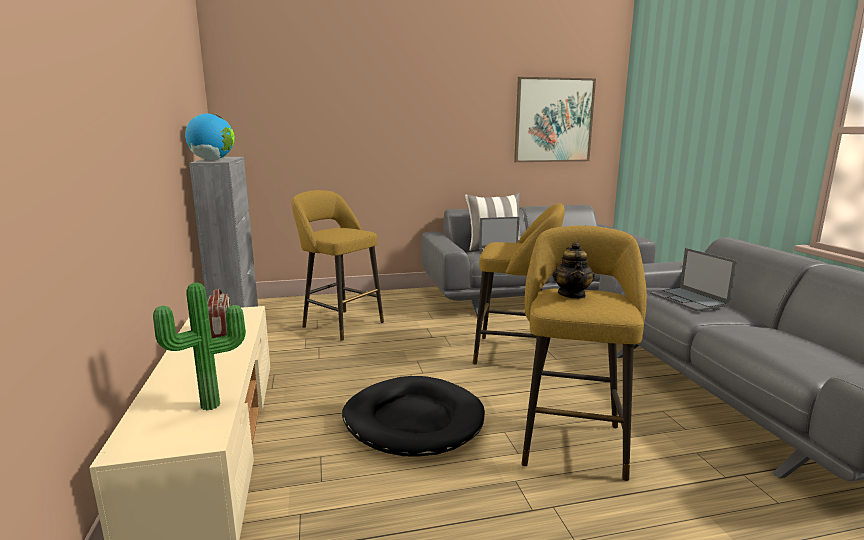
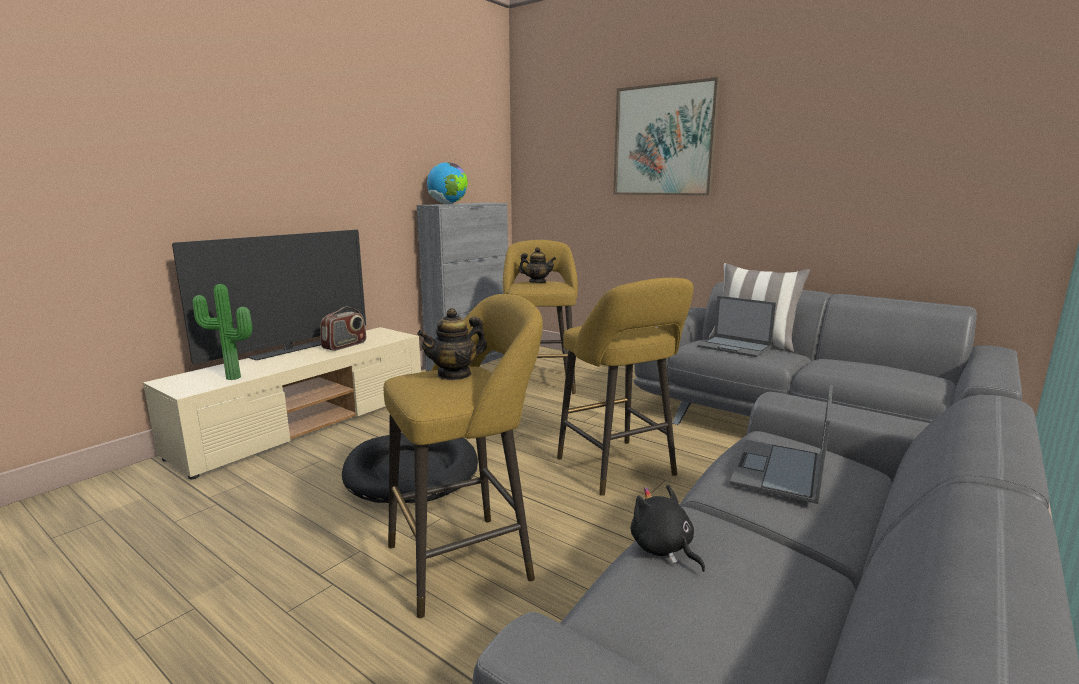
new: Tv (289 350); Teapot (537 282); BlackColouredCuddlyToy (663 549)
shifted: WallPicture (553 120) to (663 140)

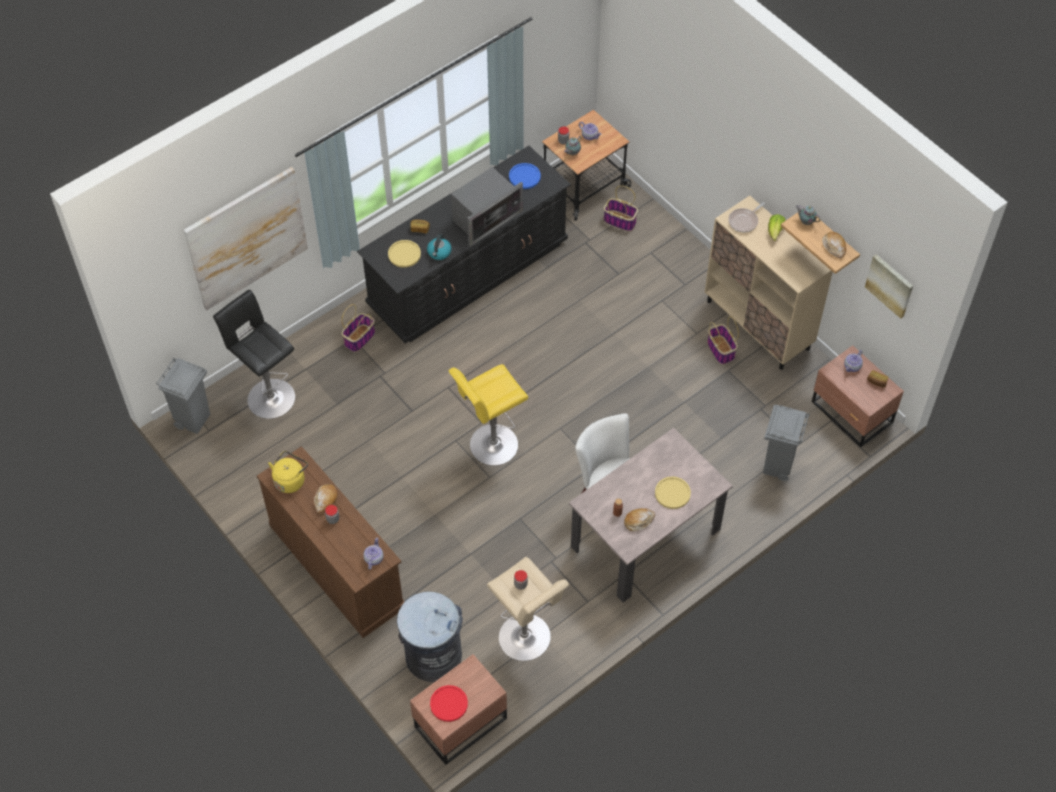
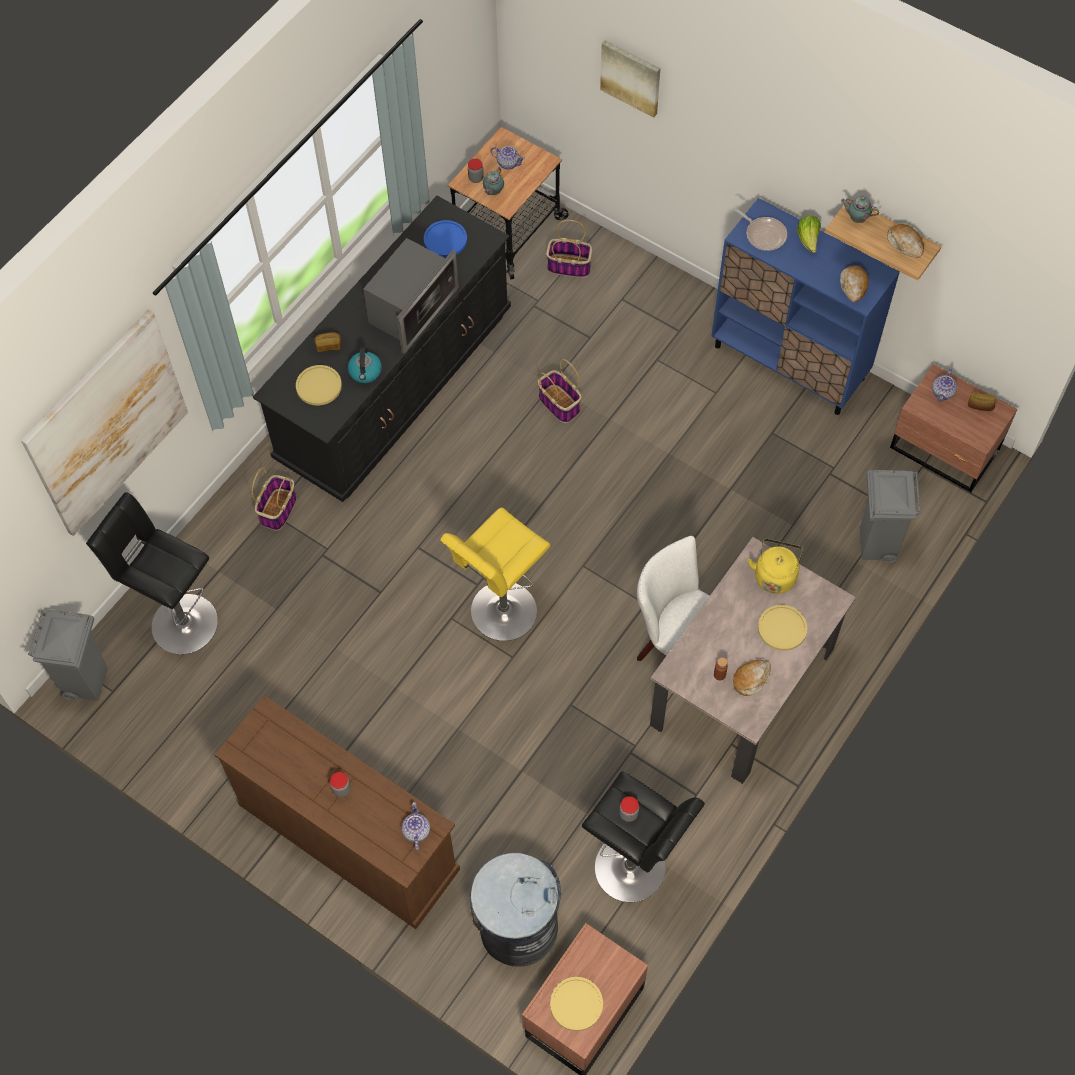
shifted: StorageBasket (721 350) to (560 404); WallPicture (890 285) to (631 77); YellowTeaKettle (290 480) to (775 575); BakedBread (325 500) to (854 286)
repainted: ReddishDinnerPlate (449 704) to YellowDinnerPlate (576 1004); BeigeColouredSittingStool (527 640) to BlackColouredSittingStool (635 870); BeigeColouredStorageCabinet (758 325) to BlueColouredStorageCabinet (789 362)
rotated: FryingPan (744 221) = (764 234) 75 degrees counterclockwise

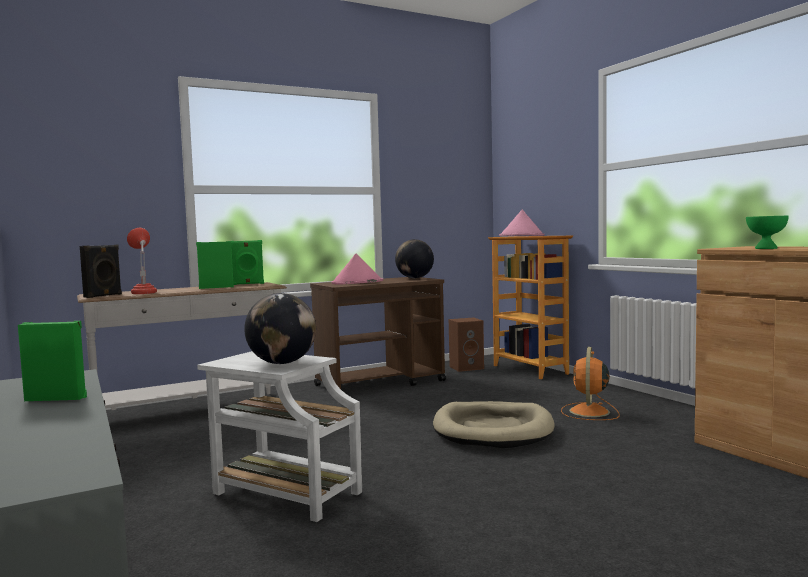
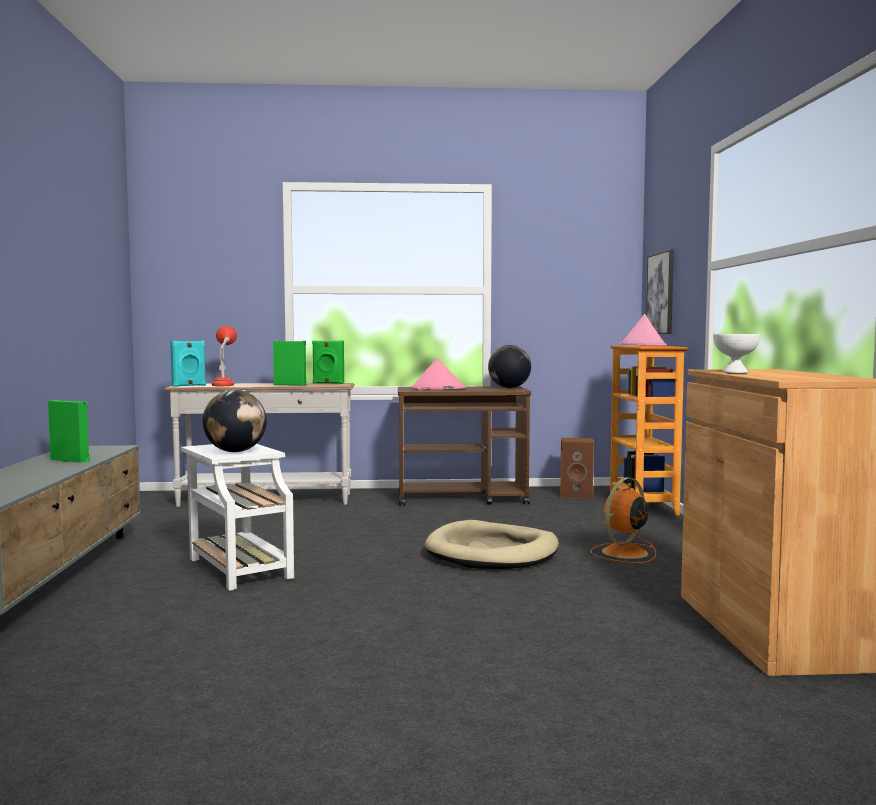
new: WallPicture (661 293)
repainted: BlackColouredLoudspeaker (103 296) to TurquoiseLoudspeaker (189 386); GreenColouredDeepDish (765 248) to WhiteColouredDeepDish (734 372)

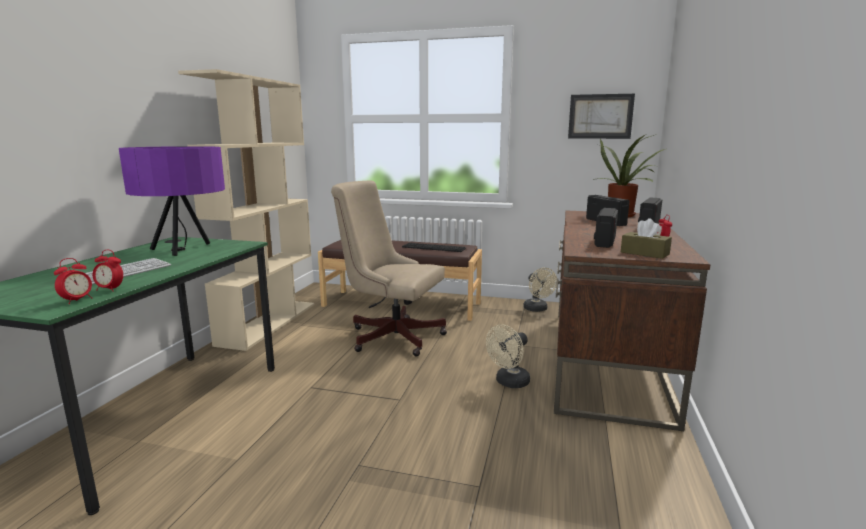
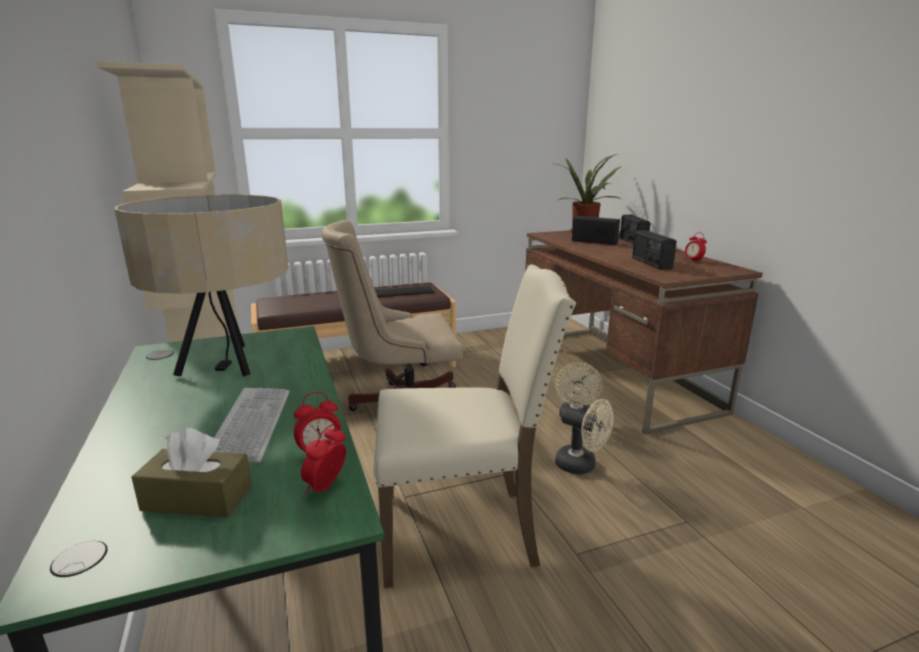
gone: WallPicture (600 116)
new: BeigeColouredUprightChair (461 530)
shifted: BrownishTissueHolder (644 253) to (197 498); BeigeColouredElectricFan (537 309) to (582 466)
repainted: PurplishTableLamp (185 249) to BeigeColouredTableLamp (227 363)
rotated: AlarmClock (77 300) = (326 488) 150 degrees counterclockwise

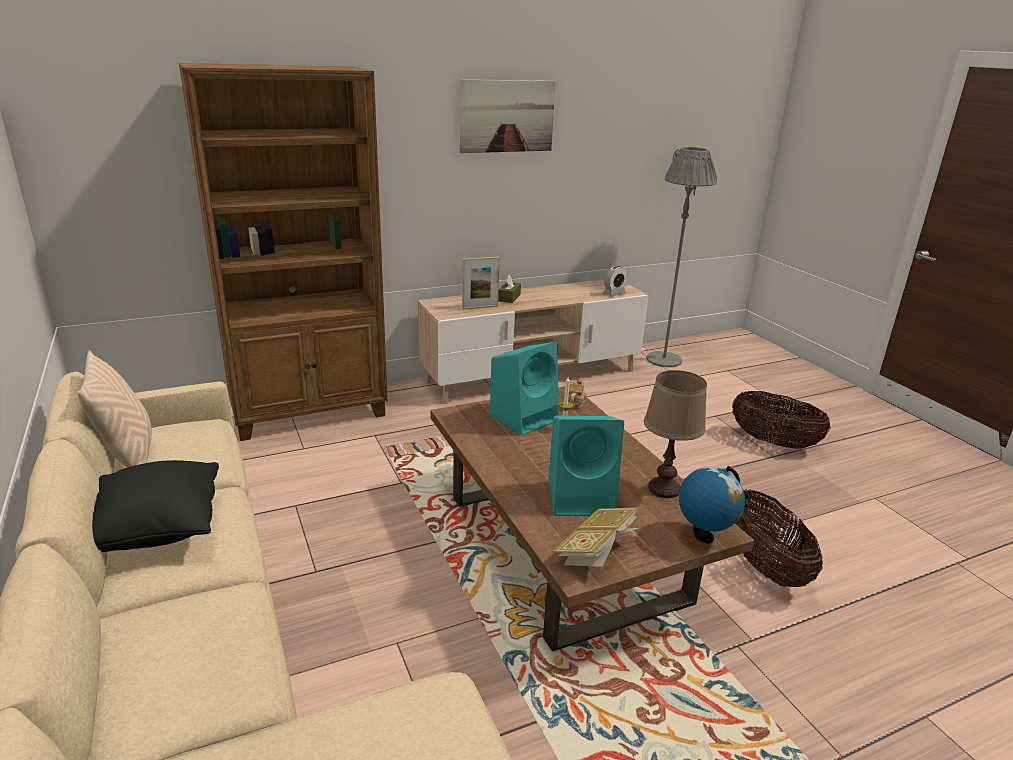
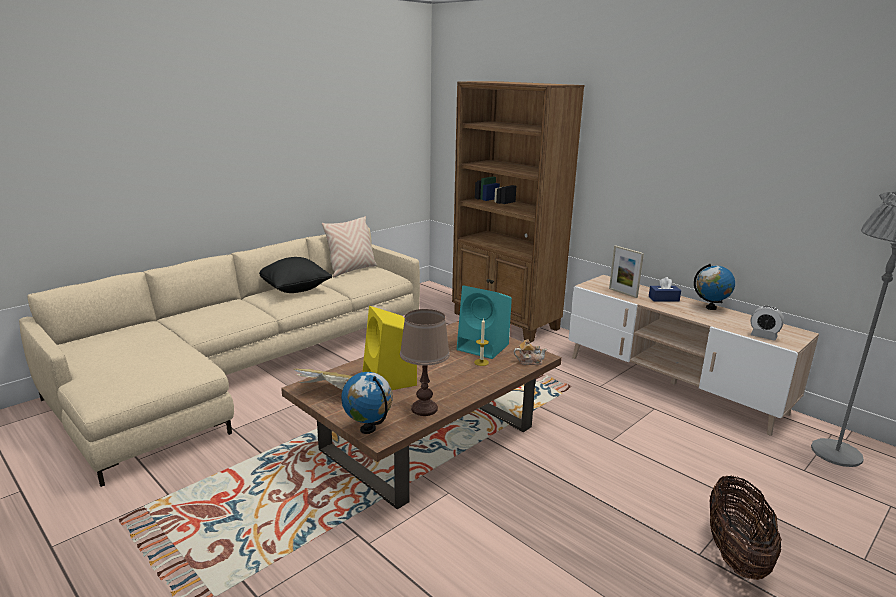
gone: WallPicture (507 116); StorageBasket (764 565)
new: WorldGlobe (711 308)
repainted: TurquoiseLoudspeaker (583 498) to YellowLoudspeaker (390 380); BrownishTissueHolder (509 298) to BlueColouredTissueHolder (663 299)

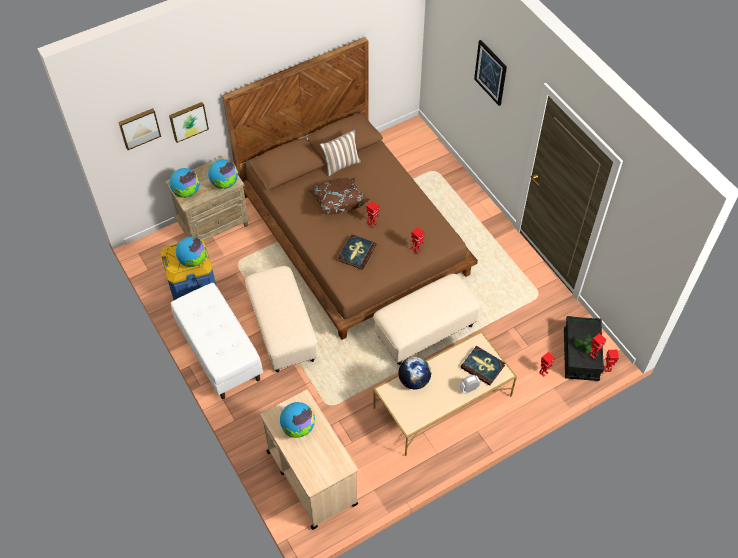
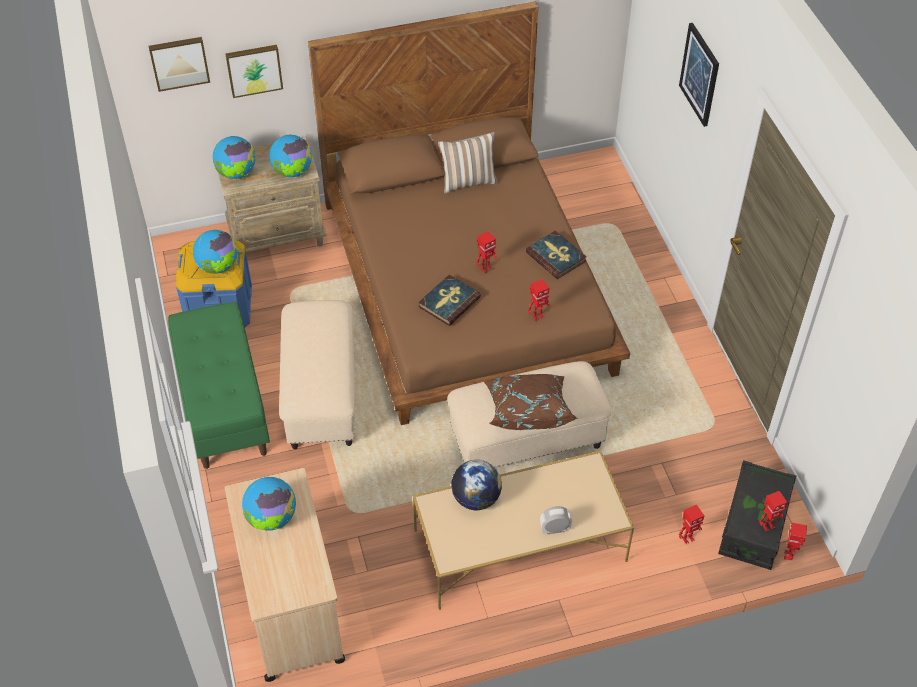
shifted: BrownishPillow (338 202) to (527 410); Book (482 366) to (556 257)
repainted: WhiteColouredLongSeat (219 353) to GreenColouredLongSeat (222 405)

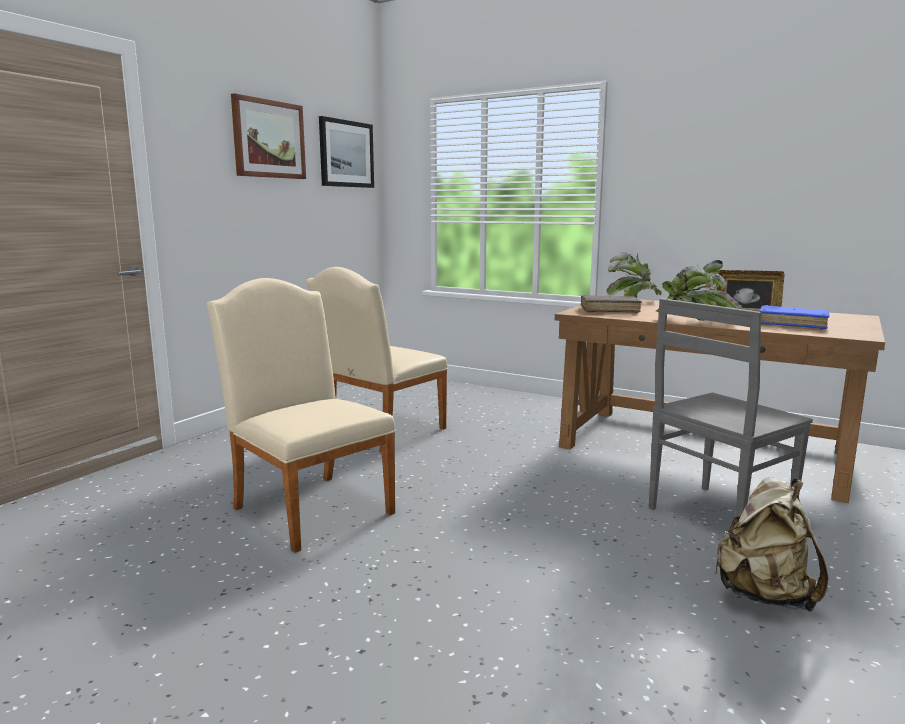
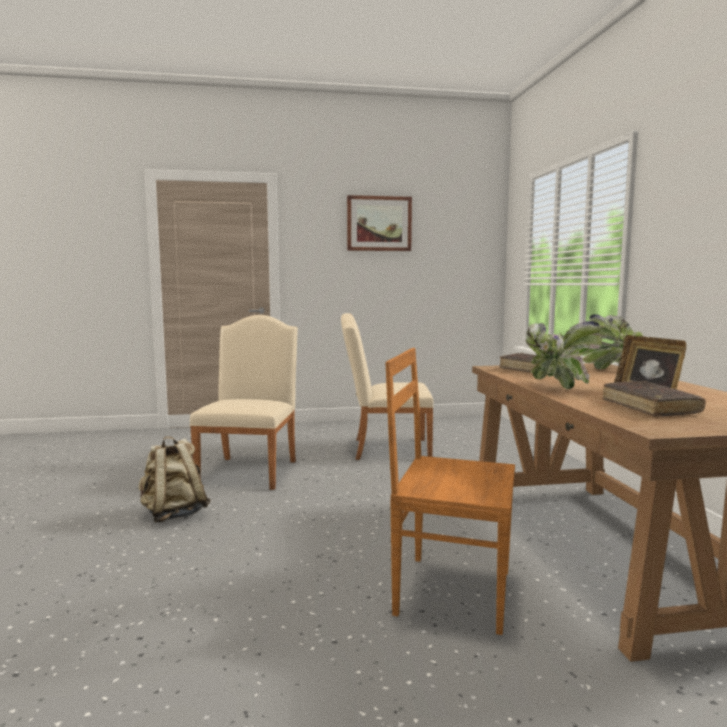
gone: WallPicture (346 154)
shifted: BeigeColouredBackpack (764 595) to (174 514)
repainted: GreyishUprightChair (716 517) to BrownishUprightChair (449 591); BlueColouredBook (792 324) to BrownishBook (649 407)

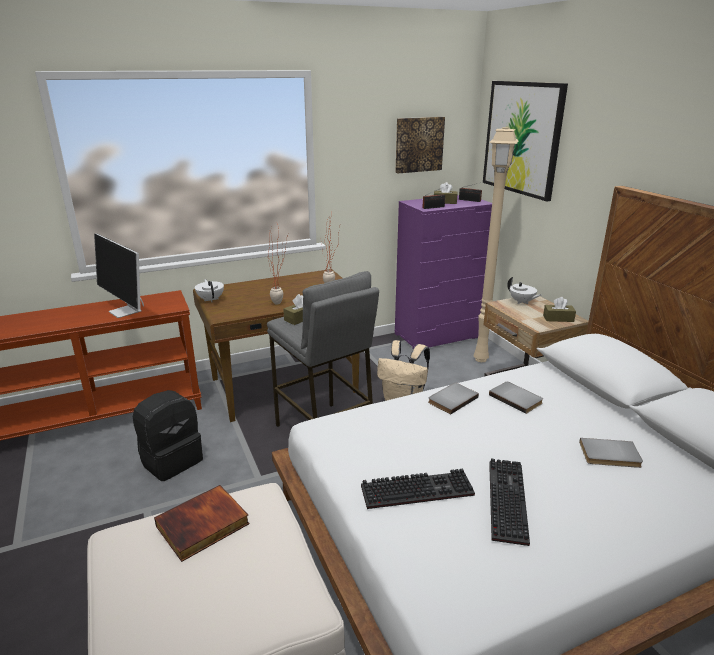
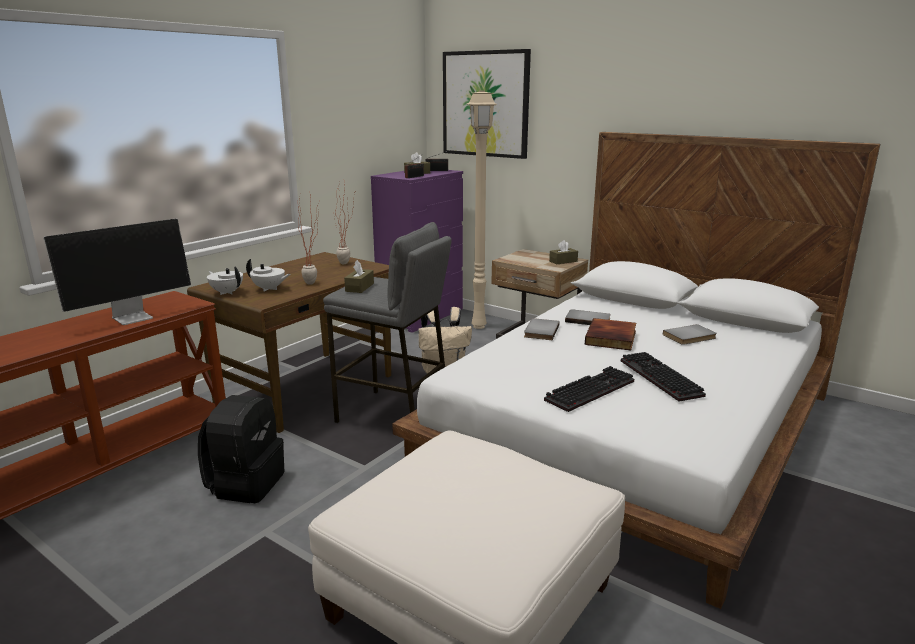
gone: WallPicture (418 144)
shifted: WhiteColouredTeapot (522 302) to (269 289); Book (203 526) to (612 338)
rotated: Monitor (126 311) = (133 317) 60 degrees counterclockwise

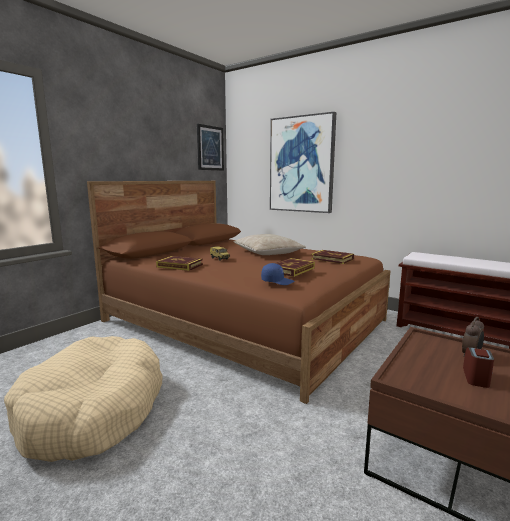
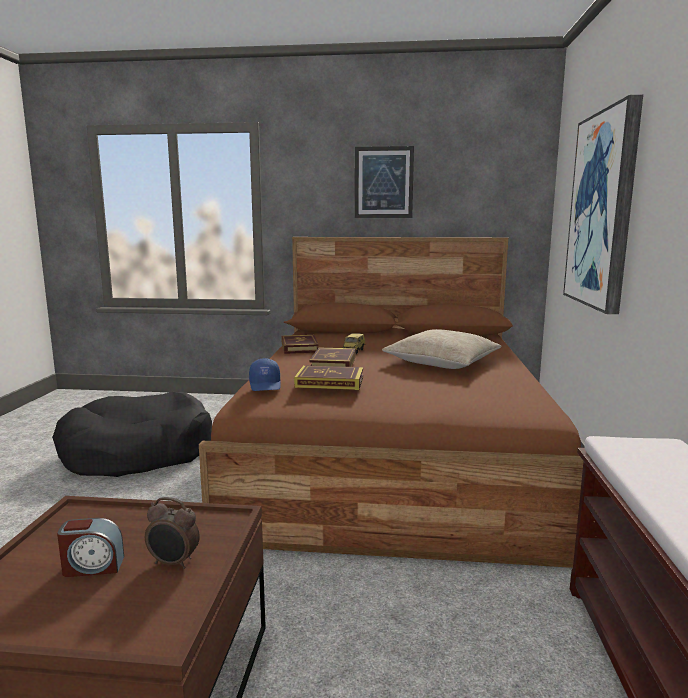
shifted: Book (332 259) to (333 363); WallPicture (210 148) to (383 182)
repainted: BeigeColouredDogCushion (93 410) to BlackColouredDogCushion (137 452)

